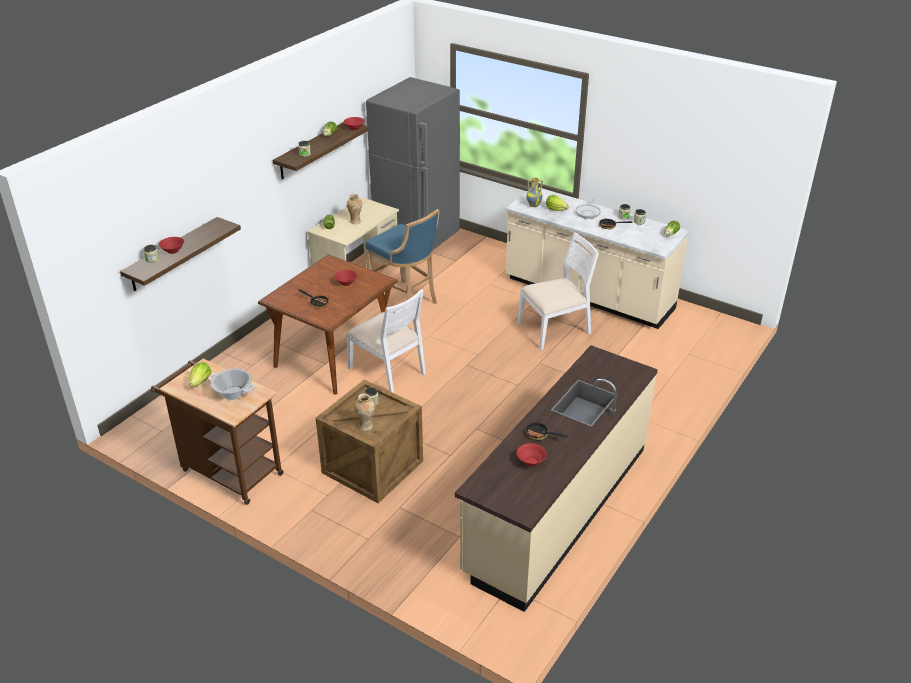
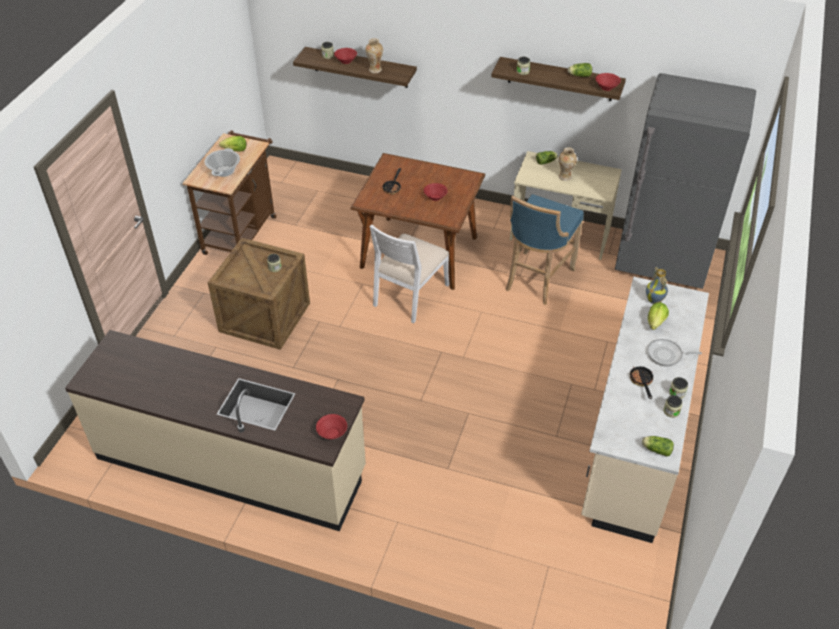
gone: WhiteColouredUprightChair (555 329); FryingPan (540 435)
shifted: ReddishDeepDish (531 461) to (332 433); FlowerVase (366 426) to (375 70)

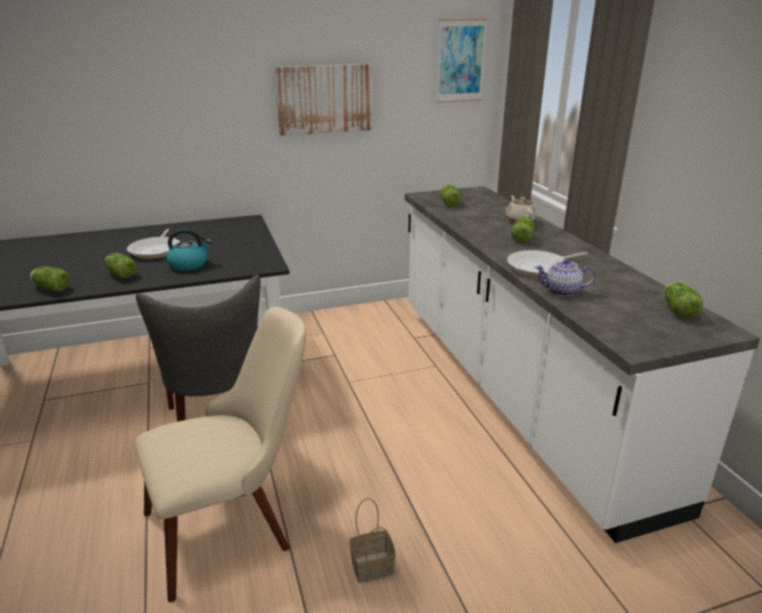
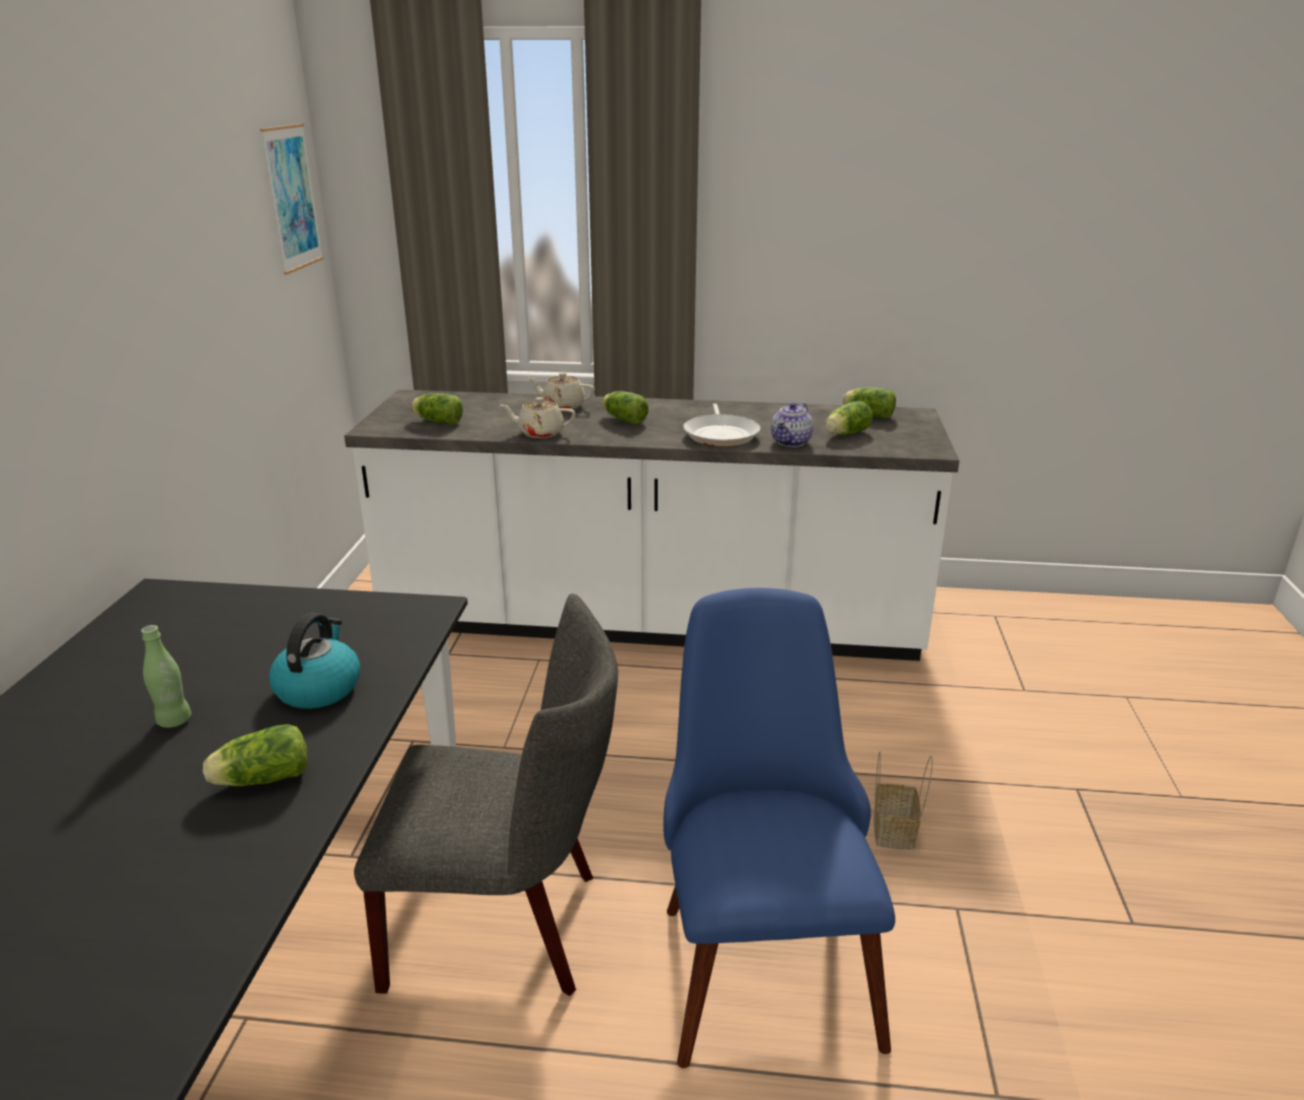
gone: WallPicture (324 99)
new: BeigeColouredTeapot (540 433)
shifted: Lettuce (50 288) to (845 434)
swapped: FryingPan (156 250) to GreenColouredBeverageBottle (174 720)
repainted: BeigeColouredUprightChair (234 523) to BlueColouredUprightChair (760 947)

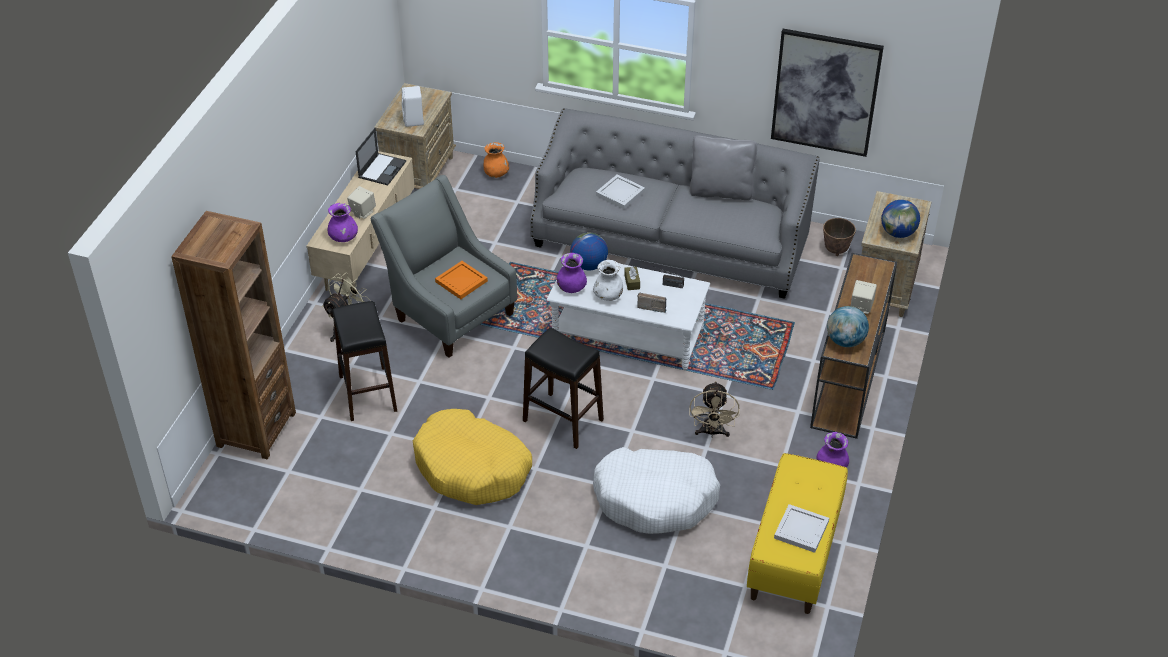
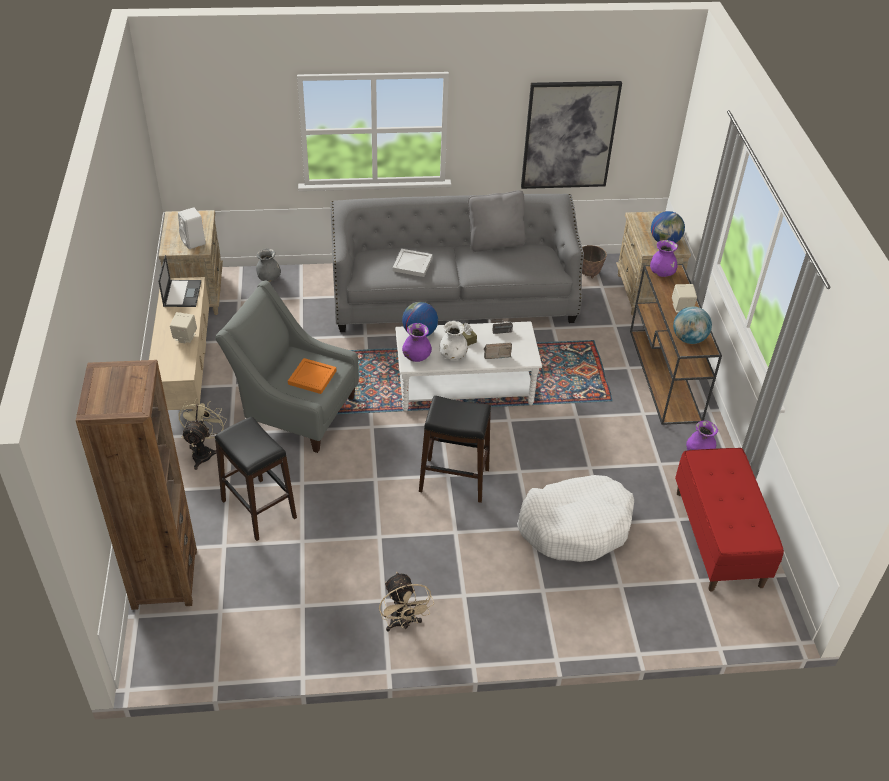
gone: YellowDogCushion (472 468); WhiteColouredCarryingTray (801 529)
shifted: BeigeColouredElectricFan (712 432) to (403 623); PurplishFlowerVase (344 238) to (661 273)
repainted: OrangeColouredFlowerVase (496 174) to GreyishFlowerVase (268 278); YellowLongSeat (794 554) to ReddishLongSeat (719 538)

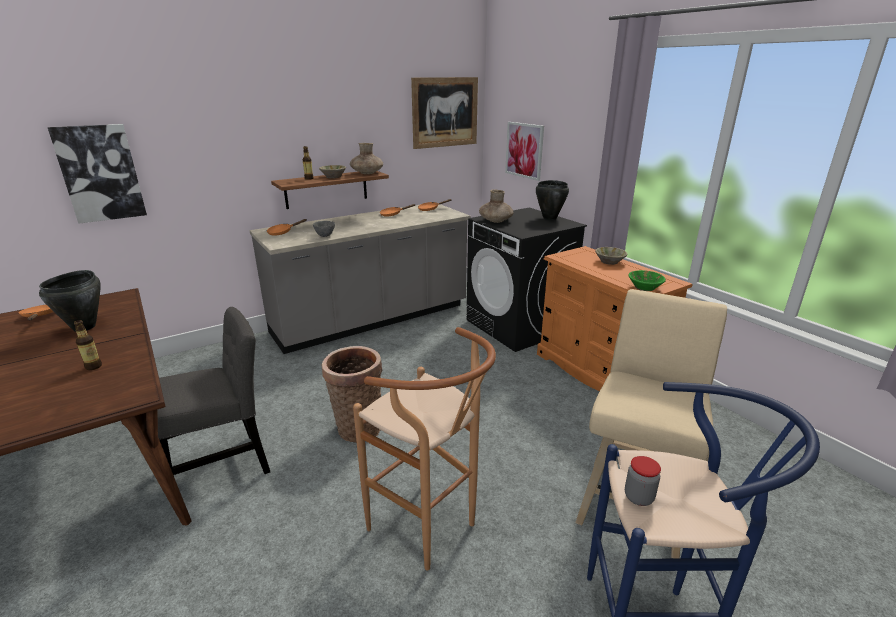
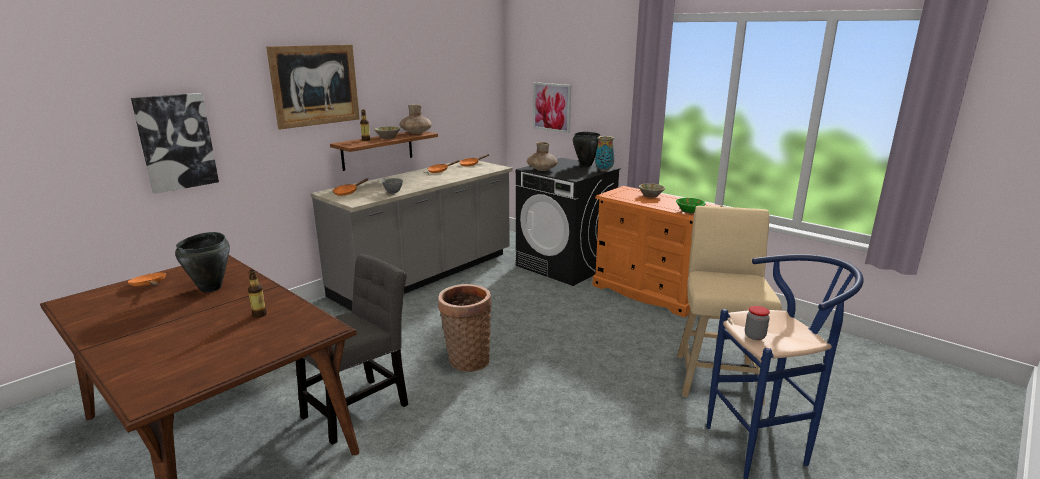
gone: BrownishSittingStool (430 530)
new: FlowerVase (604 170)
shifted: WallPicture (445 112) to (315 85)

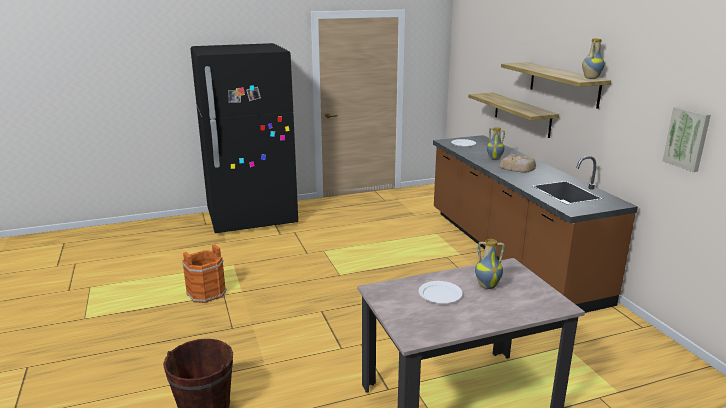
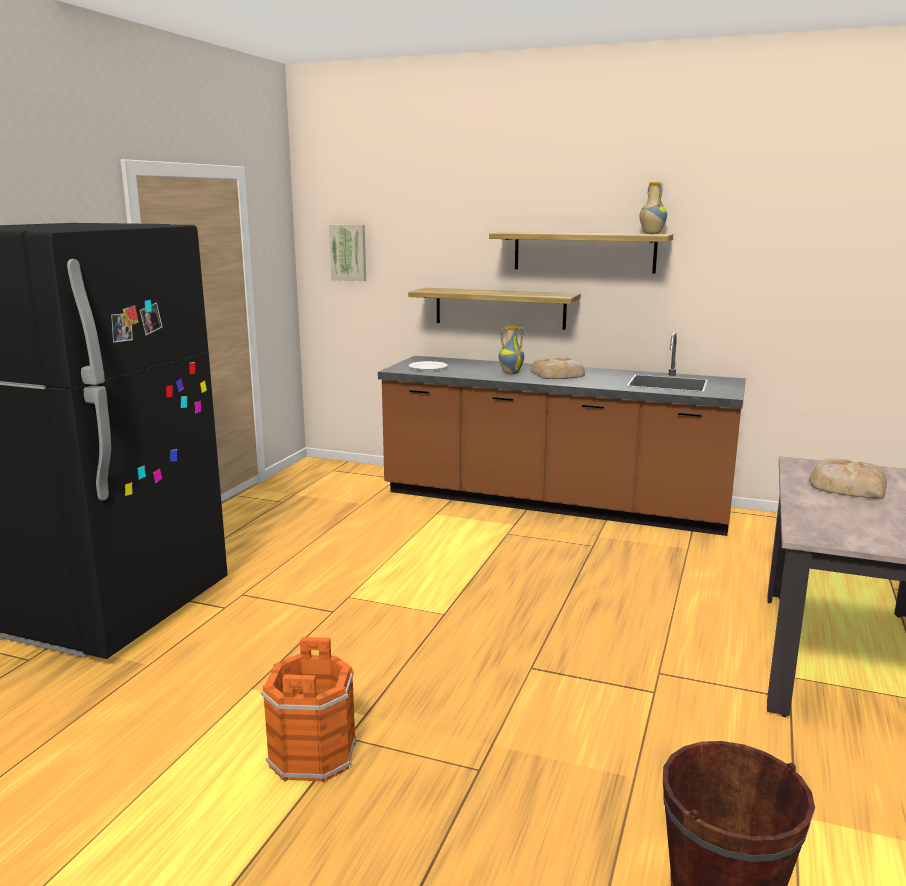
gone: WhiteColouredDinnerPlate (440 294)
shifted: WallPicture (687 138) to (349 252)
swapped: FlowerVase (487 285) to BakedBread (846 486)

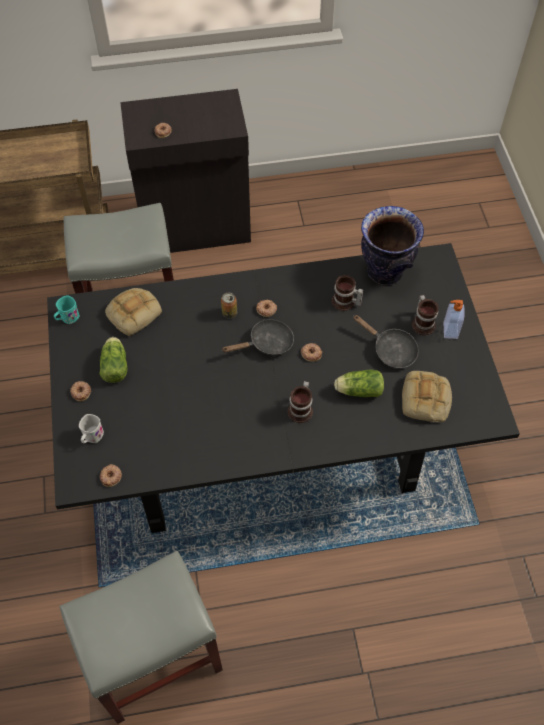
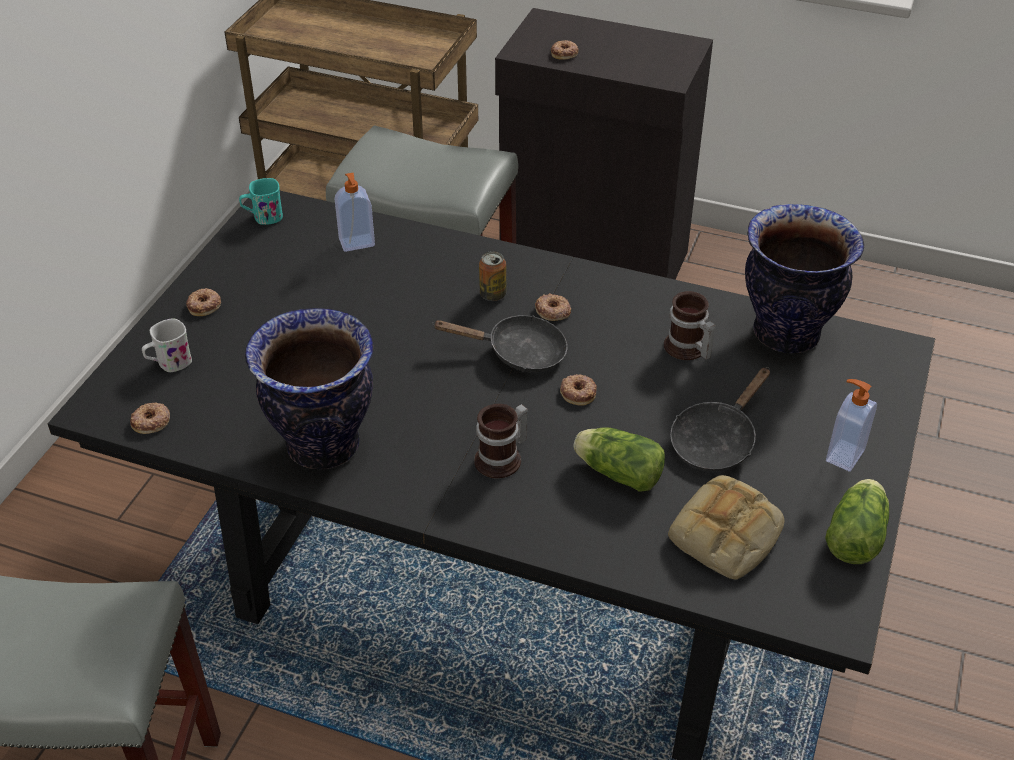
gone: TeaMug (423 323)
new: FlowerVase (321 446)
shifted: Lettuce (115 365) to (856 534)
swapped: BakedBread (134 312) to SoapBottle (357 243)
rotated: BlackColouredFryingPan (390 350) = (716 440) 60 degrees clockwise

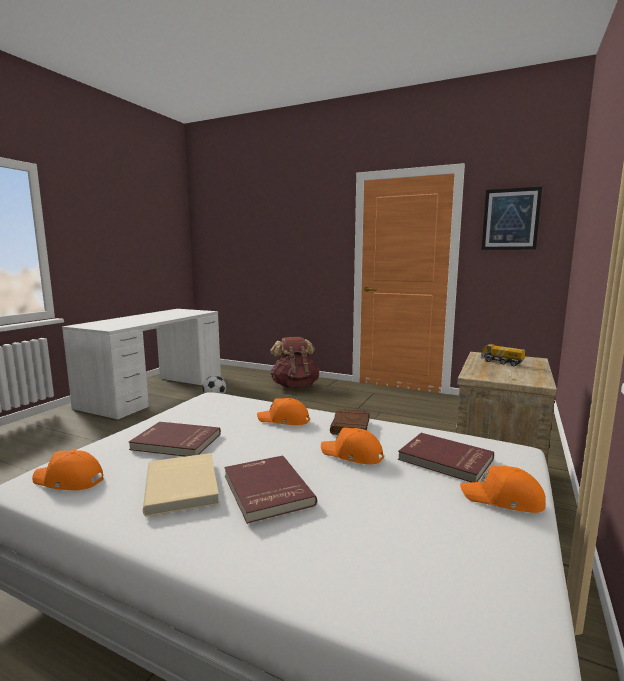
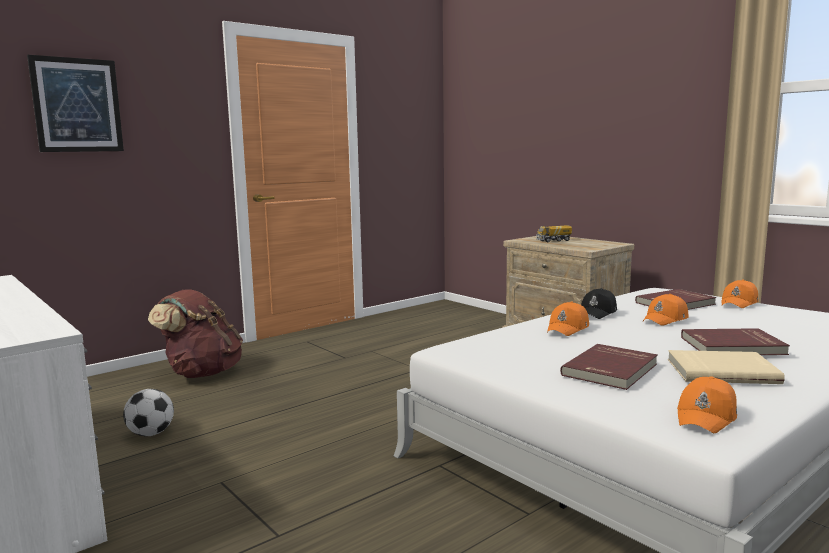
shifted: WallPicture (510 219) to (77 105)
swapped: BrownishBook (350 426) to BlackColouredCap (598 313)

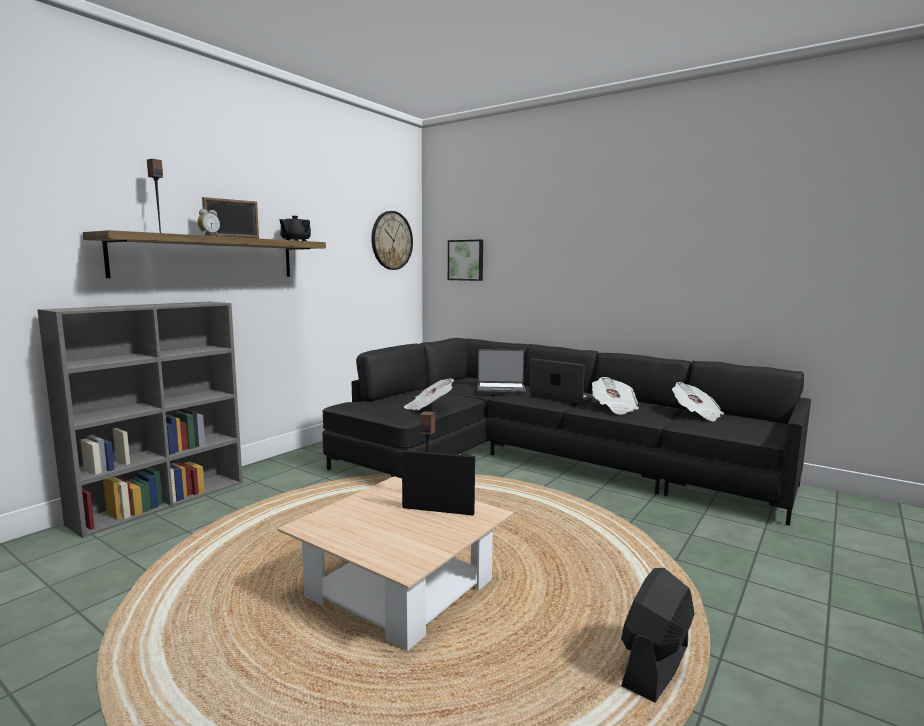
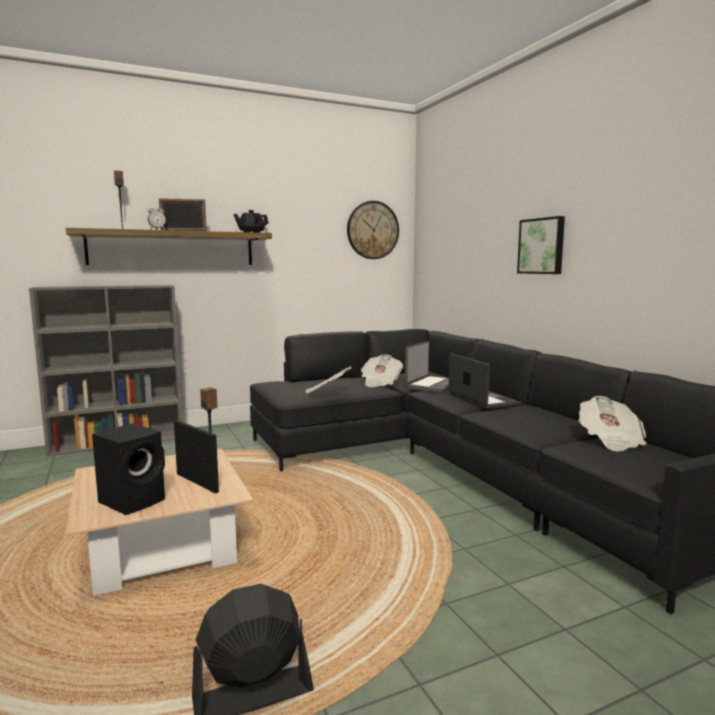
new: BlackColouredLoudspeaker (134 500)
shifted: DailyPaper (614 408) to (380 382); WallPicture (466 260) to (542 246)
rotated: Laptop (501 389) = (432 385) 90 degrees counterclockwise

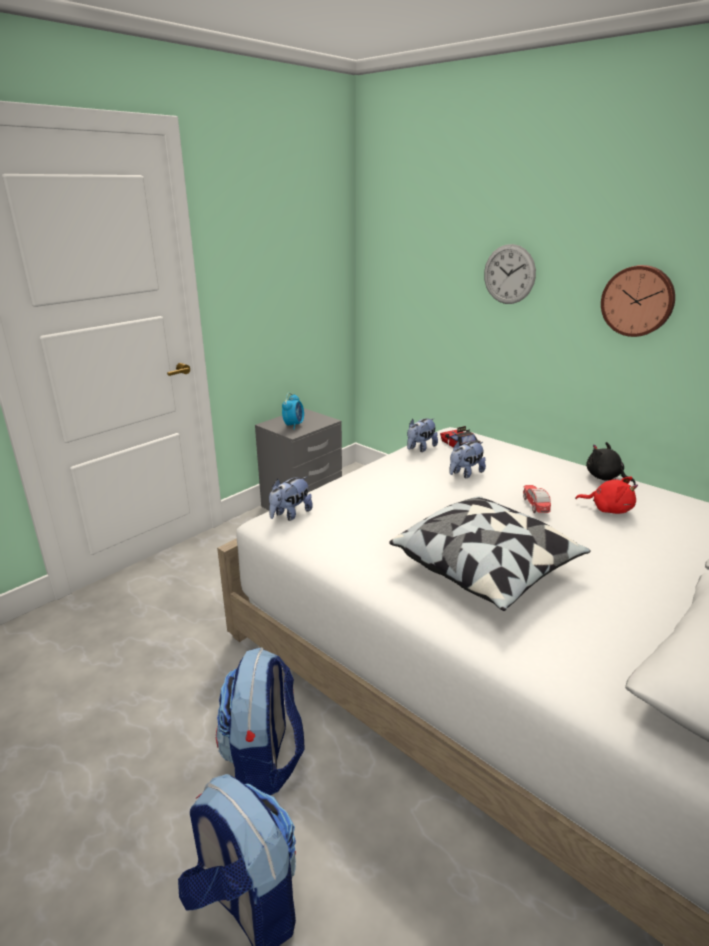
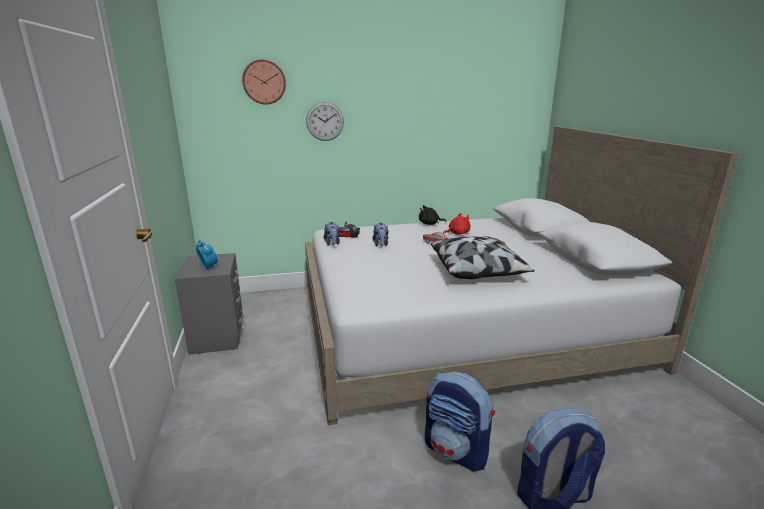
gone: CuddlyToy (290 514)
shifted: ClockOnTheWall (638 300) to (264 82)

